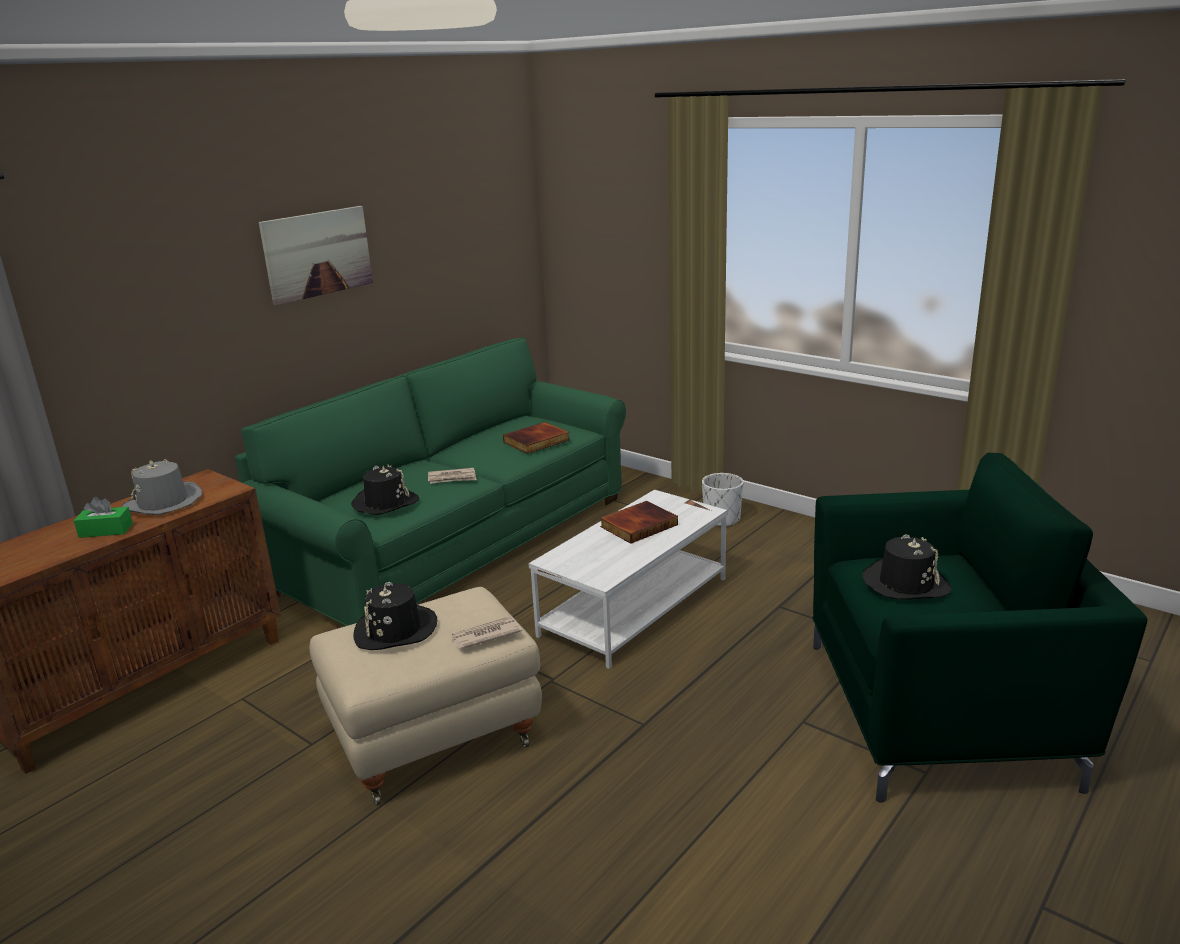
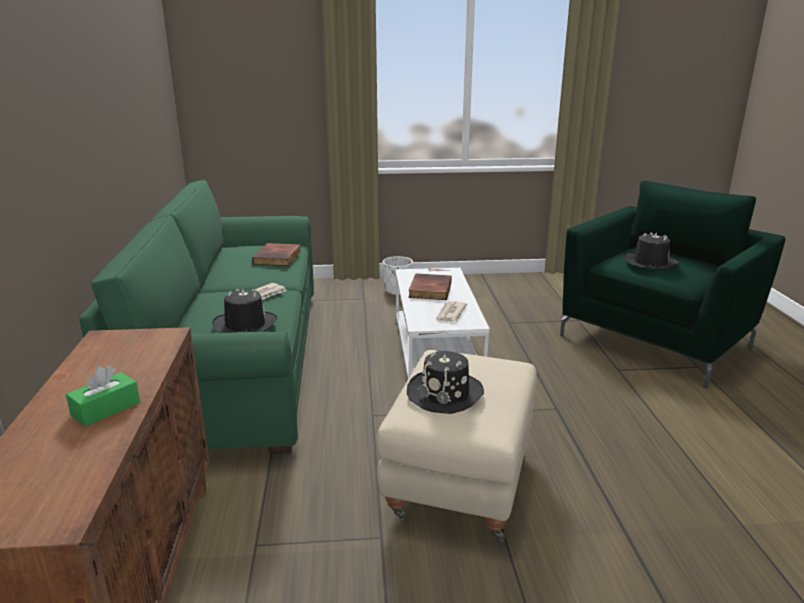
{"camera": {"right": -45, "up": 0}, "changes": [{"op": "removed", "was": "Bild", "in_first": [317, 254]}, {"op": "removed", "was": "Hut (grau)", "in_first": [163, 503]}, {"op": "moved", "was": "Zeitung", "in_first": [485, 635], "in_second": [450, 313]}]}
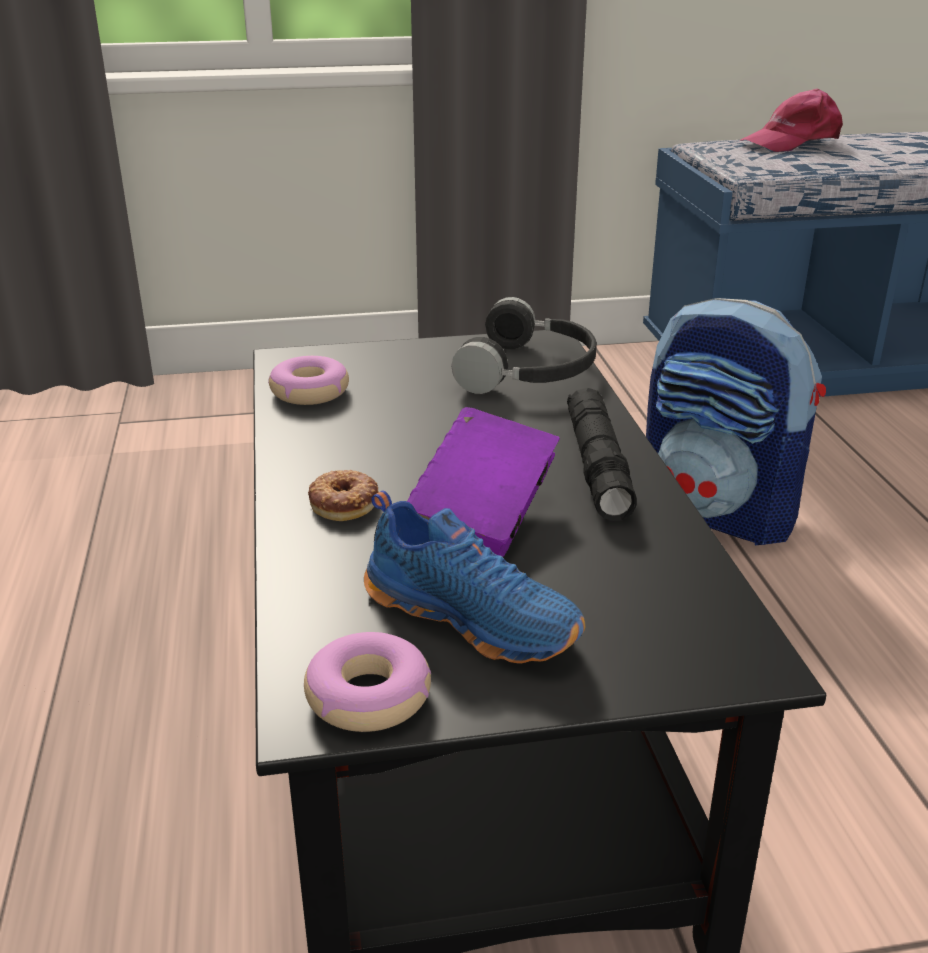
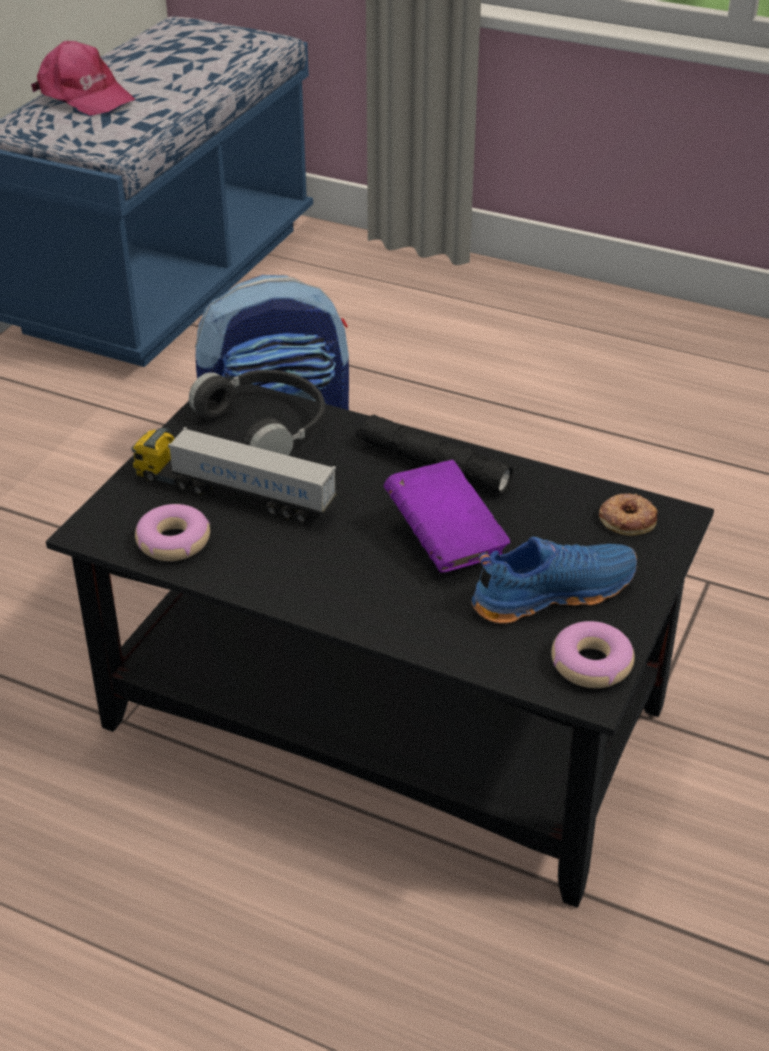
{"camera": {"right": -55, "up": 10}, "changes": [{"op": "turned", "was": "Kappe (rosa)", "in_first": [792, 142], "in_second": [84, 96], "clockwise": -60}, {"op": "moved", "was": "Donut", "in_first": [344, 502], "in_second": [627, 519]}, {"op": "added", "now": "Spielzeuglaster", "in_second": [233, 494]}]}
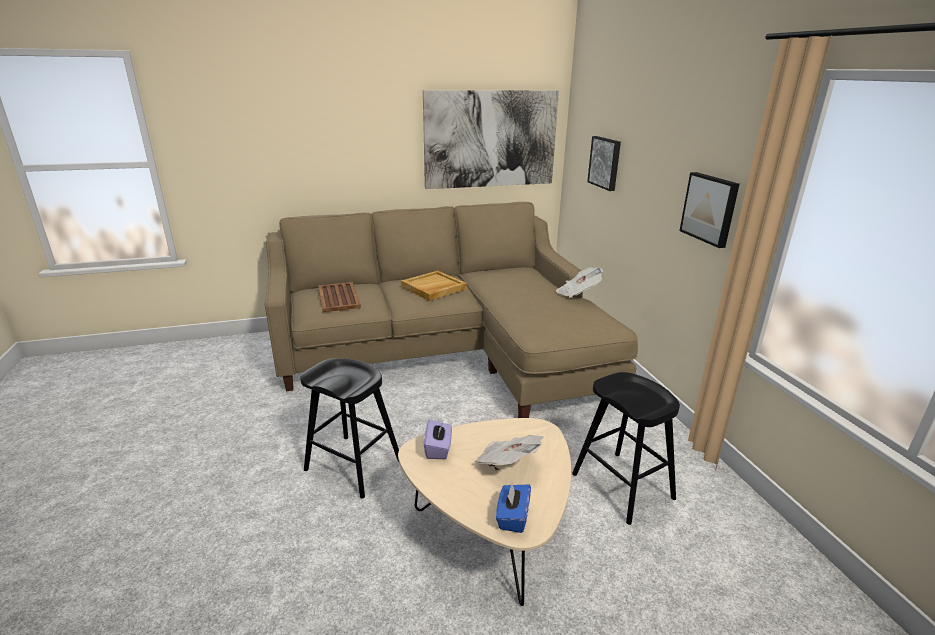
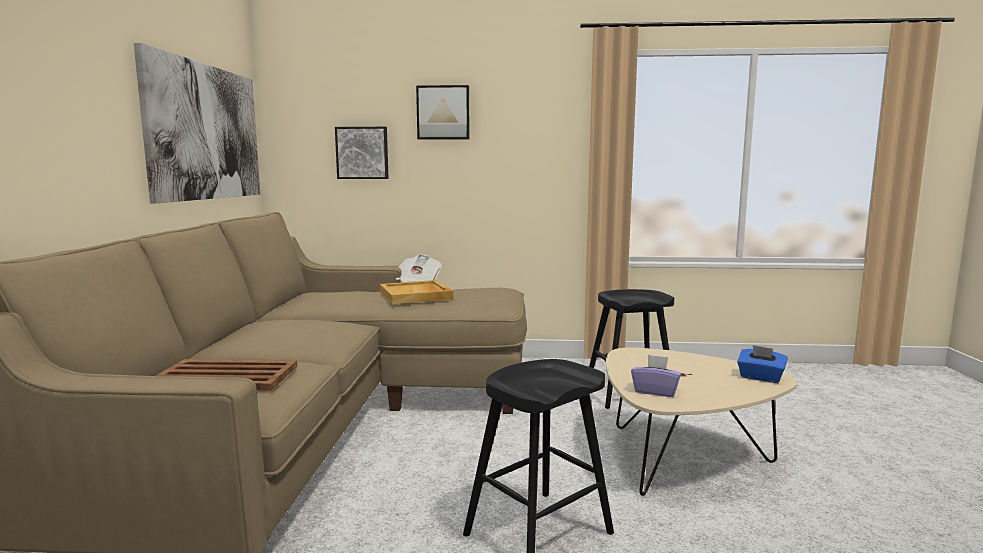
{"camera": {"right": -70, "up": -15}, "changes": [{"op": "moved", "was": "Bild", "in_first": [710, 208], "in_second": [443, 113]}, {"op": "moved", "was": "Tablett (beige)", "in_first": [433, 288], "in_second": [416, 295]}, {"op": "removed", "was": "Zeitung", "in_first": [507, 463]}]}
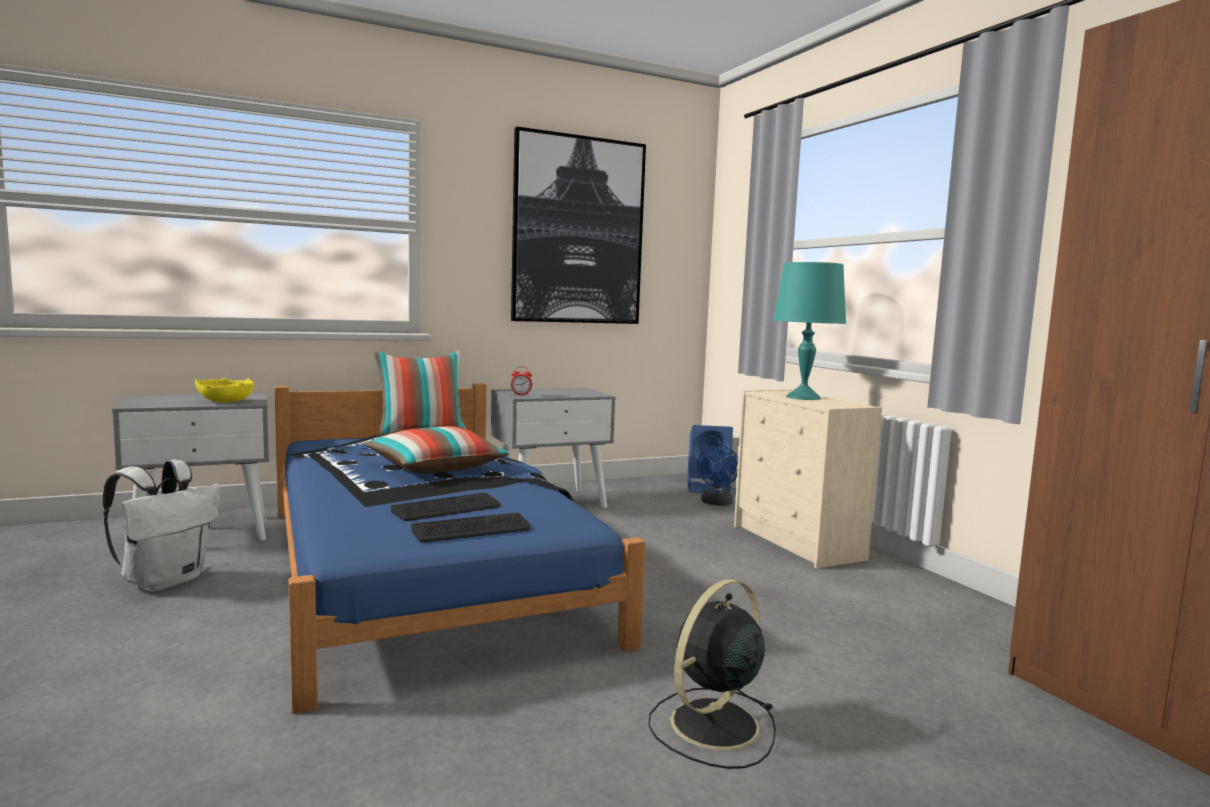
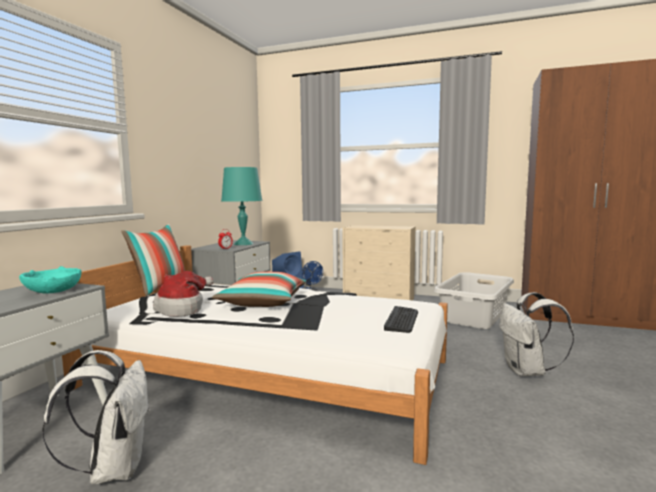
{"camera": {"right": -45, "up": 0}, "changes": [{"op": "removed", "was": "Bild", "in_first": [578, 231]}, {"op": "moved", "was": "Tischlampe (türkis)", "in_first": [803, 397], "in_second": [243, 243]}, {"op": "recoloured", "was": "Schüssel (gelb)", "now": "Schüssel (türkis)", "in_first": [226, 401], "in_second": [53, 291]}, {"op": "recoloured", "was": "Bett (blau)", "now": "Bett (weiß)", "in_first": [421, 567], "in_second": [268, 373]}, {"op": "removed", "was": "Tastatur", "in_first": [447, 509]}, {"op": "replaced", "was": "Ventilator (schwarz)", "now": "Rucksack (weiß)", "in_first": [712, 726], "in_second": [527, 371]}, {"op": "added", "now": "Hut", "in_second": [183, 308]}, {"op": "added", "now": "Wäschekorb (grau)", "in_second": [475, 316]}]}
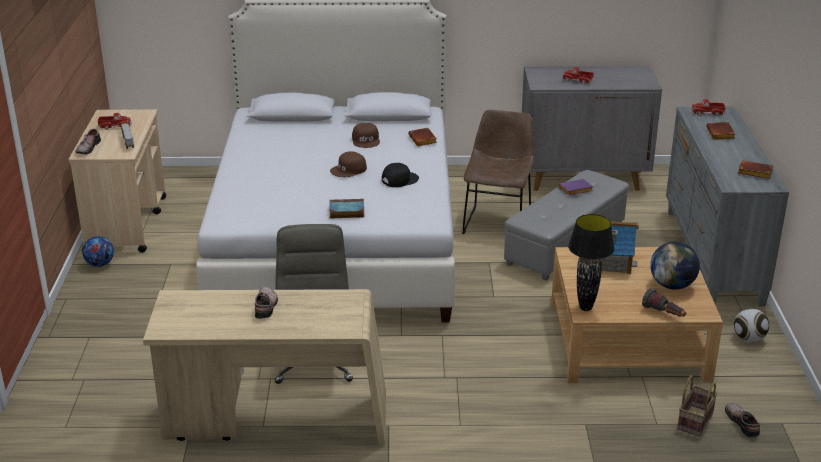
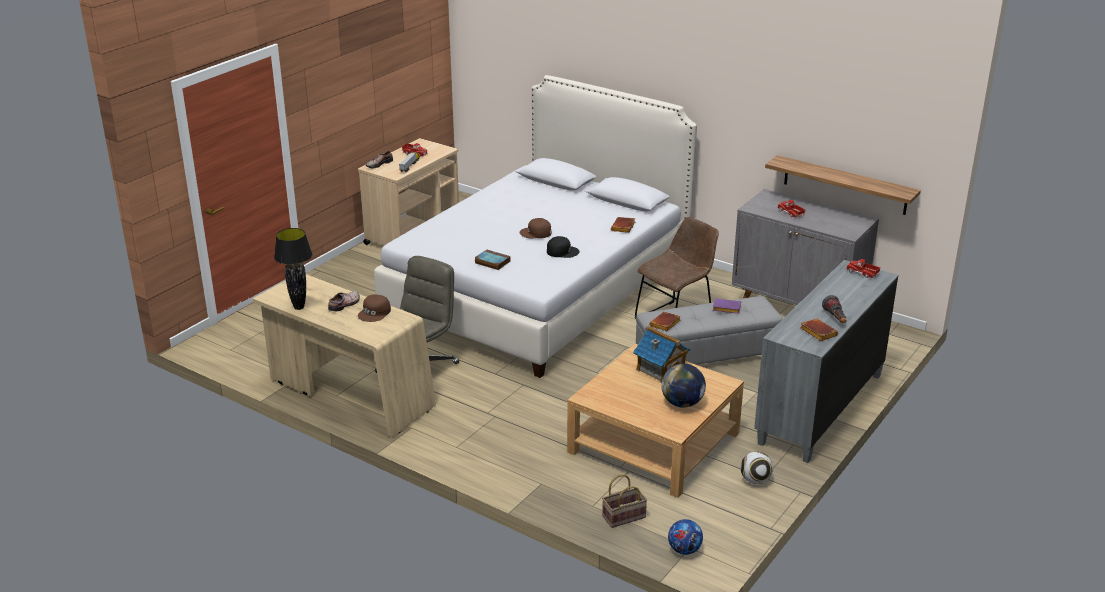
{"camera": {"right": 35, "up": 0}, "changes": [{"op": "moved", "was": "Buch (braun)", "in_first": [721, 134], "in_second": [665, 324]}, {"op": "moved", "was": "Kappe (braun)", "in_first": [366, 140], "in_second": [375, 313]}, {"op": "moved", "was": "Tischlampe (schwarz)", "in_first": [585, 308], "in_second": [299, 307]}, {"op": "moved", "was": "Fußball", "in_first": [100, 264], "in_second": [684, 550]}, {"op": "moved", "was": "Taschenlampe", "in_first": [664, 314], "in_second": [835, 319]}, {"op": "removed", "was": "Schuh", "in_first": [743, 423]}, {"op": "added", "now": "Wandregal", "in_second": [845, 185]}]}
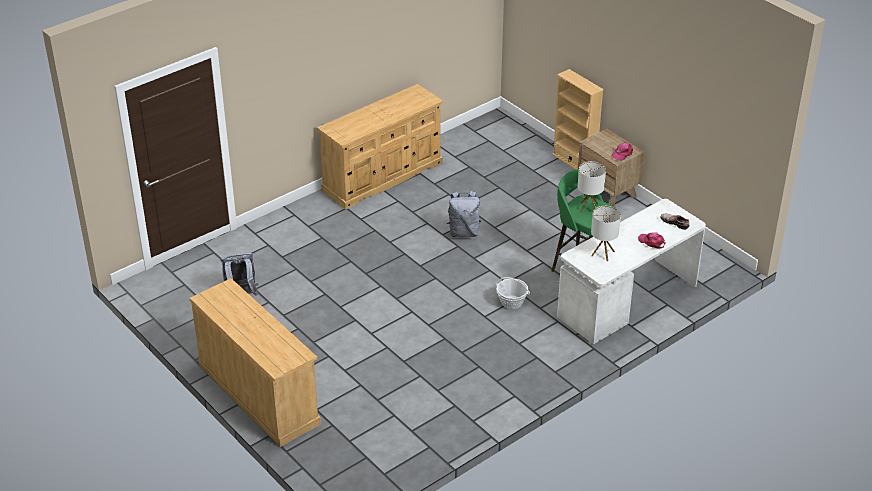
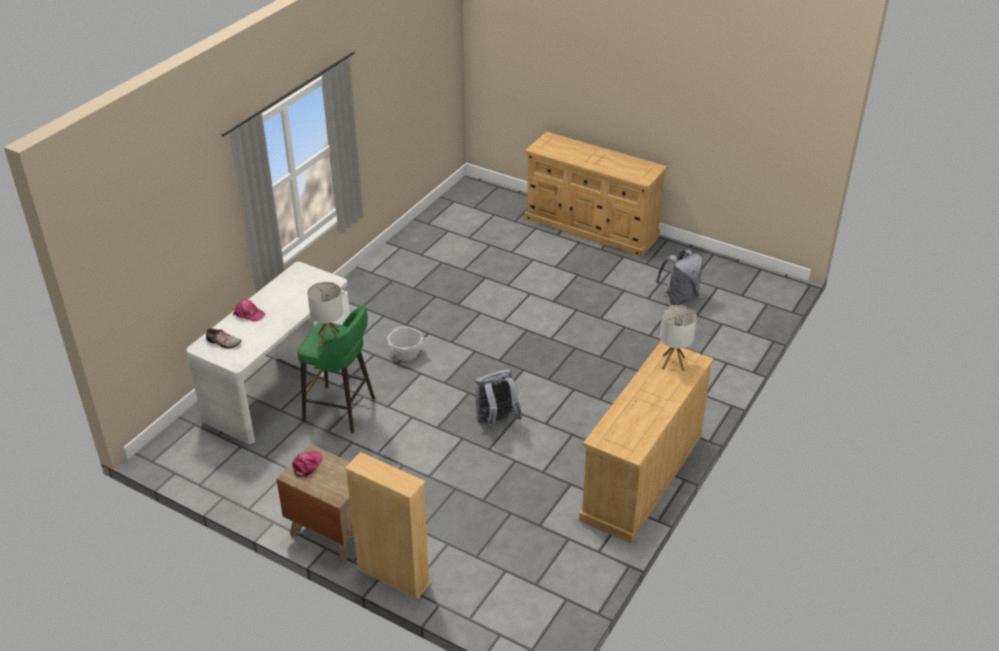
{"camera": {"right": 160, "up": 0}, "changes": [{"op": "moved", "was": "Tischlampe", "in_first": [602, 253], "in_second": [673, 363]}]}
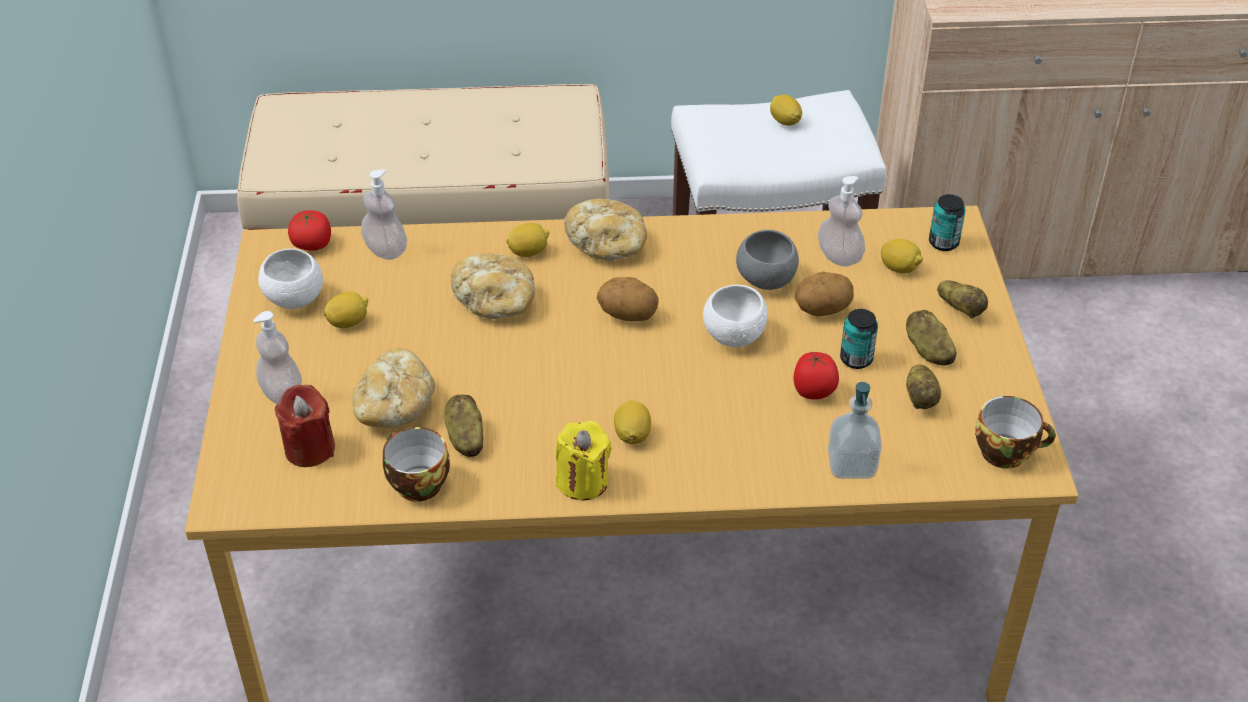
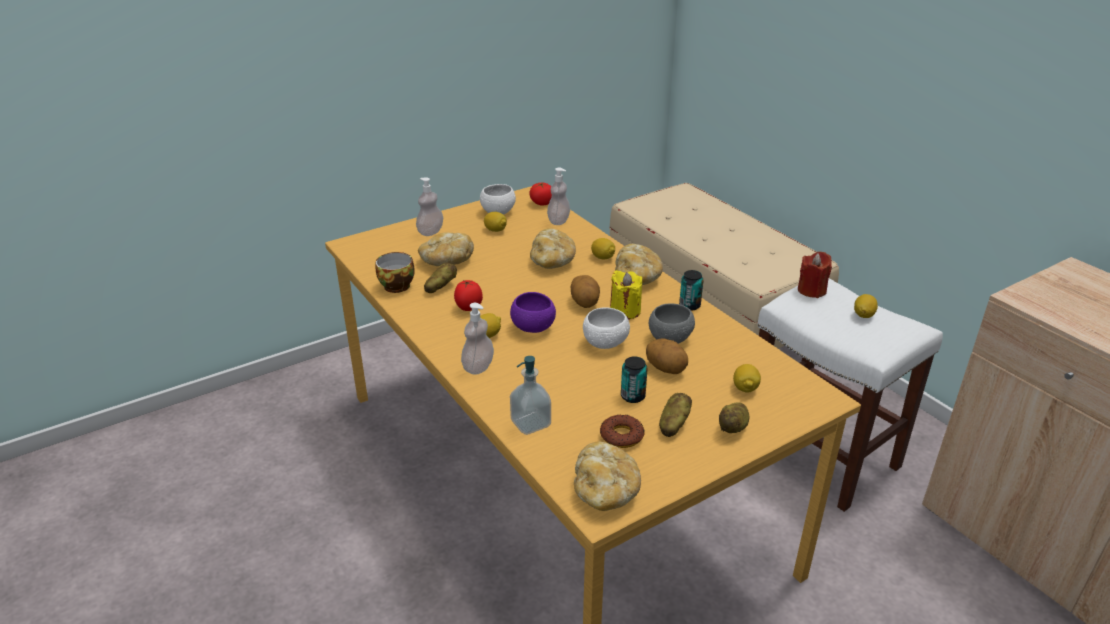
{"camera": {"right": 60, "up": -10}, "changes": [{"op": "moved", "was": "Seifenspender", "in_first": [839, 257], "in_second": [478, 367]}, {"op": "moved", "was": "Dose", "in_first": [943, 243], "in_second": [689, 305]}, {"op": "moved", "was": "Tomate", "in_first": [814, 393], "in_second": [468, 308]}, {"op": "replaced", "was": "Kartoffel", "now": "Donut", "in_first": [921, 399], "in_second": [622, 435]}, {"op": "moved", "was": "Kerze (rot)", "in_first": [309, 449], "in_second": [811, 290]}, {"op": "replaced", "was": "Tasse", "now": "Brot", "in_first": [1007, 451], "in_second": [605, 491]}, {"op": "moved", "was": "Kerze (gelb)", "in_first": [583, 482], "in_second": [625, 311]}, {"op": "added", "now": "Schüssel (lila)", "in_second": [533, 328]}]}
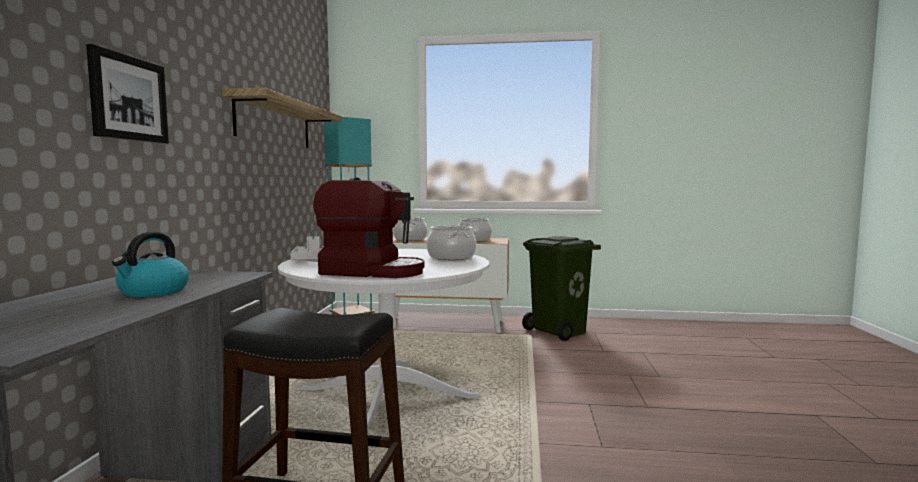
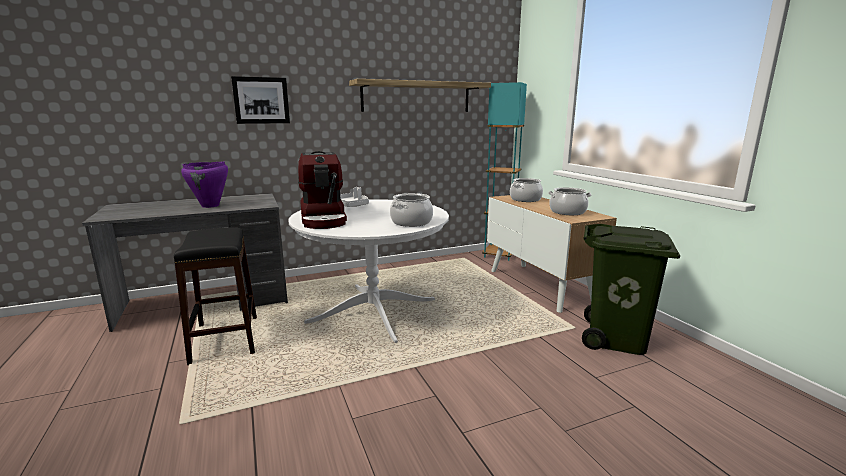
{"camera": {"right": 60, "up": 10}, "changes": [{"op": "replaced", "was": "Wasserkessel", "now": "Kochtopf (lila)", "in_first": [153, 292], "in_second": [210, 206]}]}
